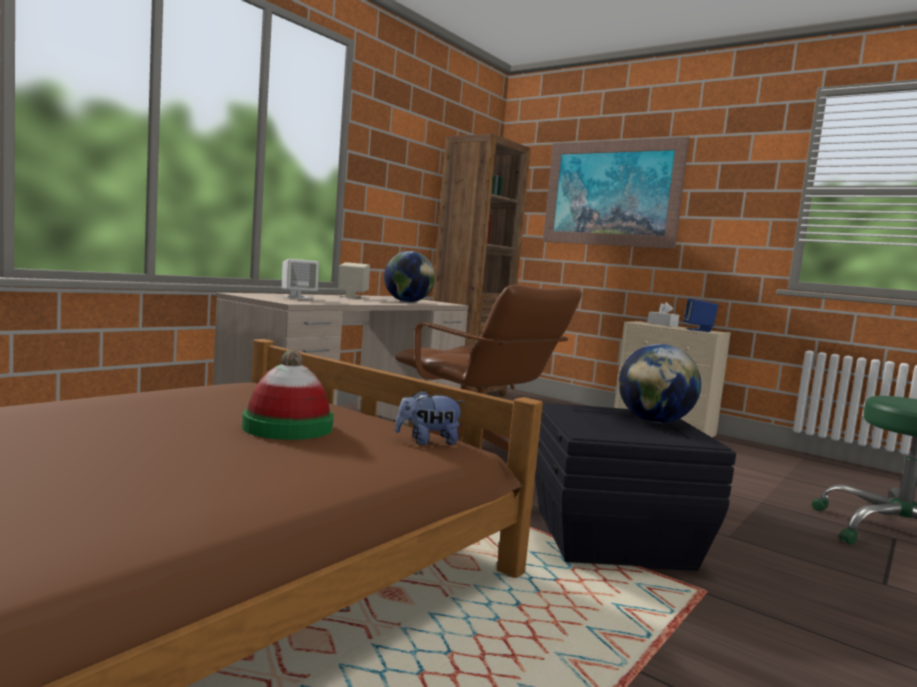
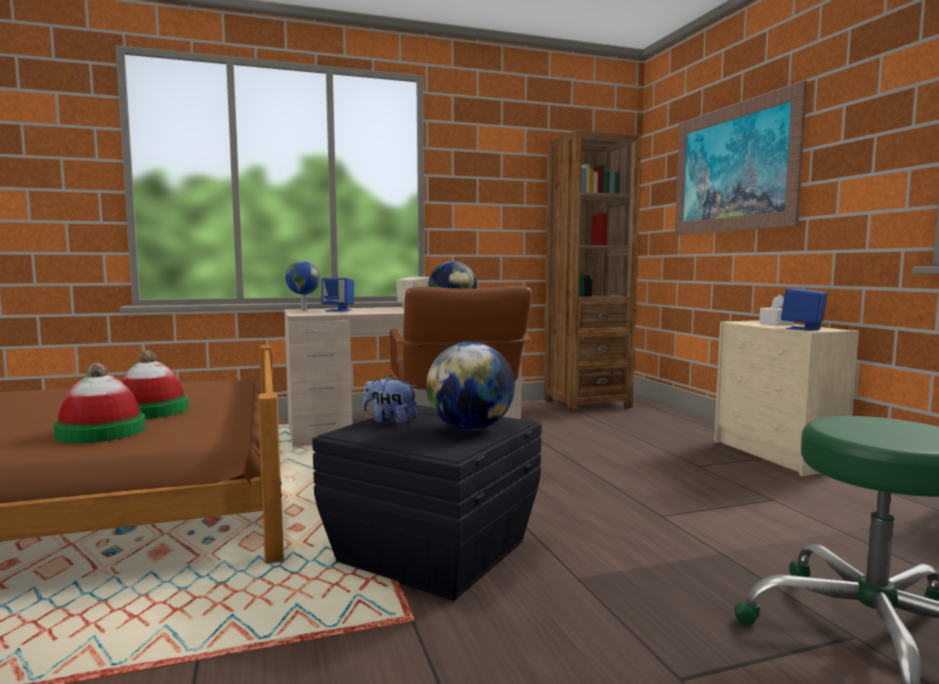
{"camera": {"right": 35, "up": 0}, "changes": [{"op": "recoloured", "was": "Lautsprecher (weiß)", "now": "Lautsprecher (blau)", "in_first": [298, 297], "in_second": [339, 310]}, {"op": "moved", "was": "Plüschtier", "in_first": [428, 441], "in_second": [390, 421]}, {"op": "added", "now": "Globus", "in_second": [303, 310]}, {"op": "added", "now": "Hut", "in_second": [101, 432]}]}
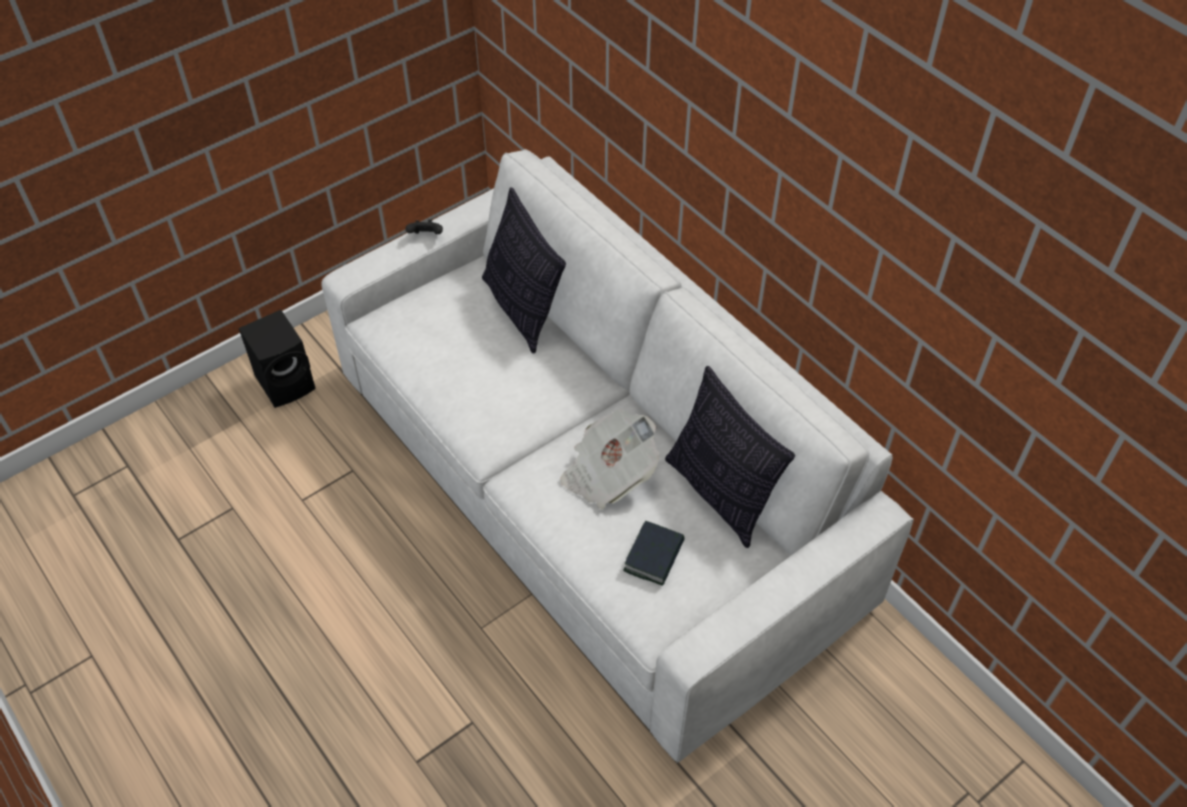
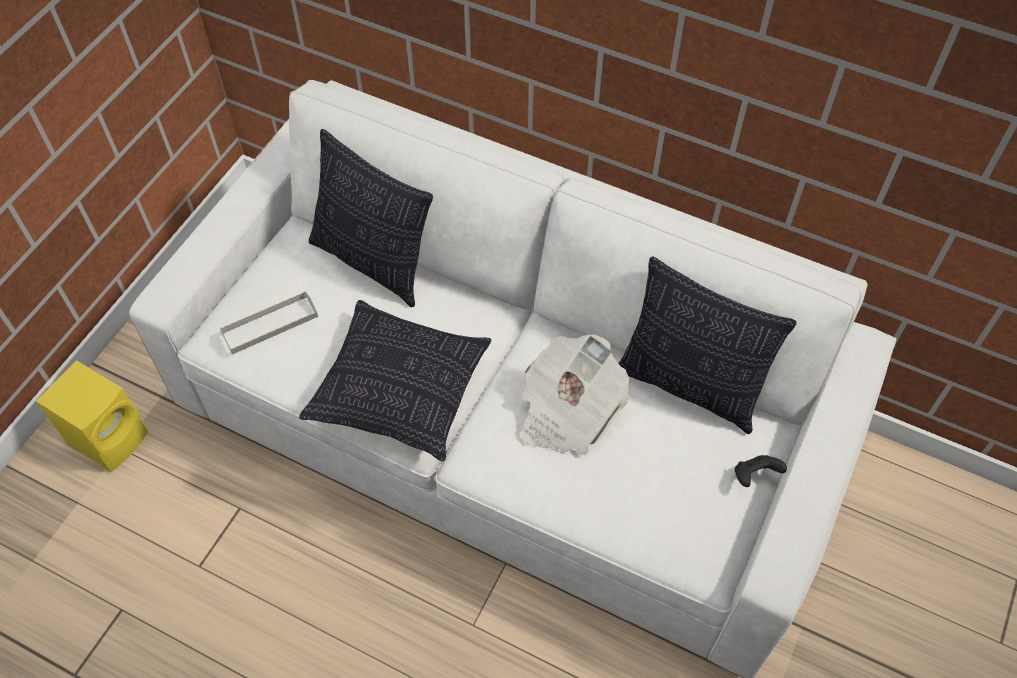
{"camera": {"right": -25, "up": 5}, "changes": [{"op": "moved", "was": "Gamepad (schwarz)", "in_first": [426, 236], "in_second": [754, 476]}, {"op": "recoloured", "was": "Lautsprecher (schwarz)", "now": "Lautsprecher (gelb)", "in_first": [287, 382], "in_second": [111, 437]}, {"op": "removed", "was": "Buch", "in_first": [654, 556]}, {"op": "added", "now": "Tablett (grau)", "in_second": [270, 324]}, {"op": "added", "now": "Kissen", "in_second": [401, 391]}]}
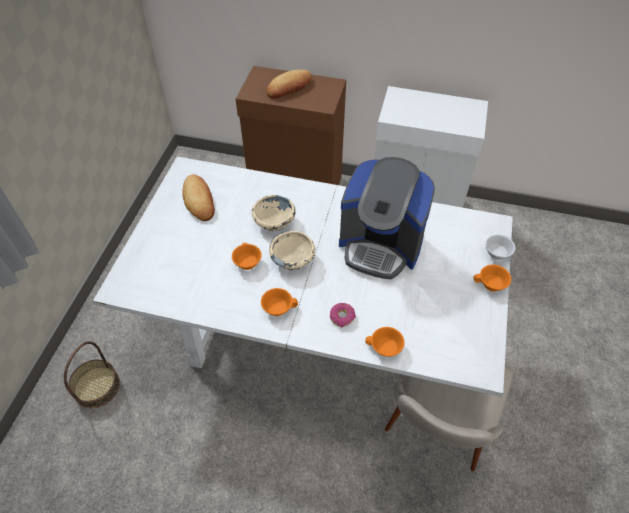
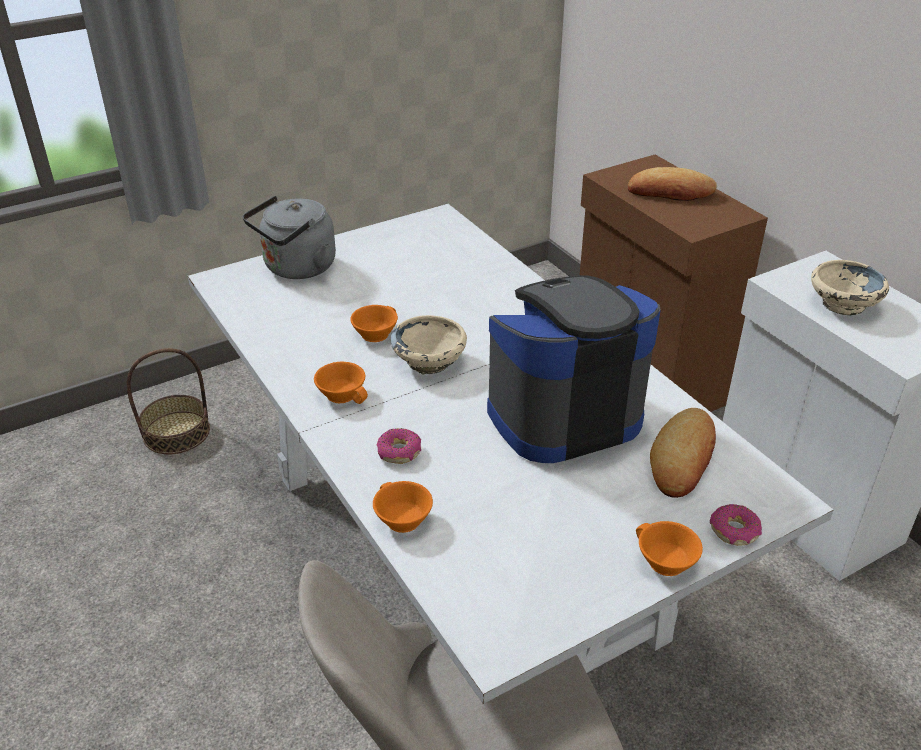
{"camera": {"right": 45, "up": -15}, "changes": [{"op": "turned", "was": "Kaffeemaschine", "in_first": [380, 245], "in_second": [562, 415], "clockwise": 90}, {"op": "moved", "was": "Brot", "in_first": [199, 200], "in_second": [683, 458]}, {"op": "moved", "was": "Schüssel (beige)", "in_first": [274, 222], "in_second": [842, 304]}, {"op": "replaced", "was": "Tasse (weiß)", "now": "Donut", "in_first": [496, 252], "in_second": [734, 531]}, {"op": "added", "now": "Wasserkessel (grau)", "in_second": [296, 268]}]}
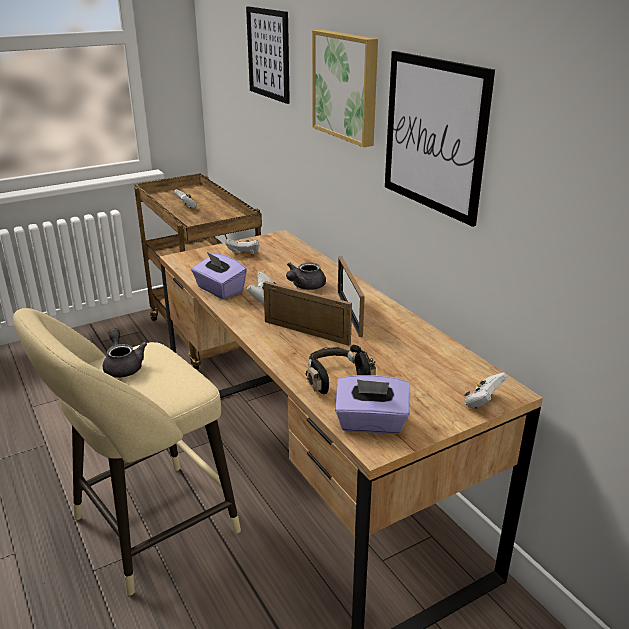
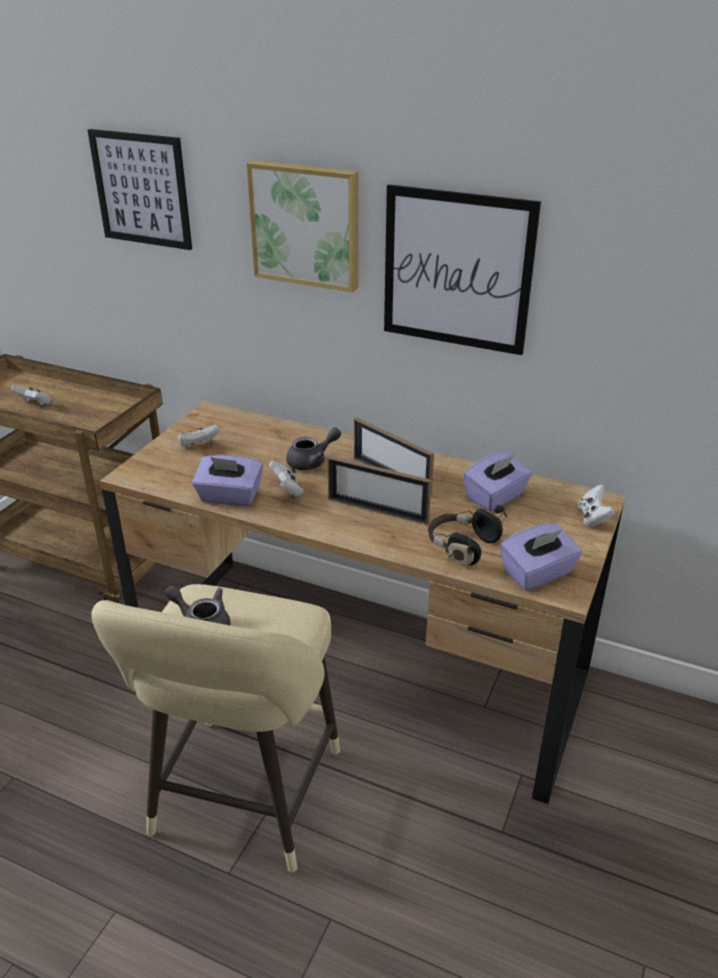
{"camera": {"right": -35, "up": 5}, "changes": [{"op": "turned", "was": "Teekanne (grau)", "in_first": [305, 286], "in_second": [312, 462], "clockwise": -120}, {"op": "turned", "was": "Bilderrahmen", "in_first": [306, 332], "in_second": [377, 510], "clockwise": -150}, {"op": "added", "now": "Taschentuchbox (lila)", "in_second": [496, 497]}]}
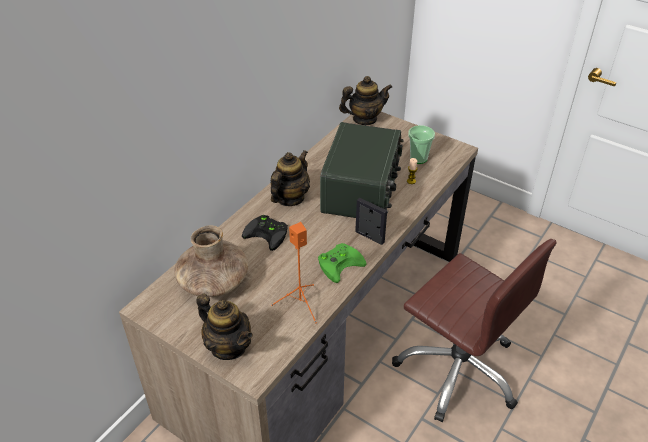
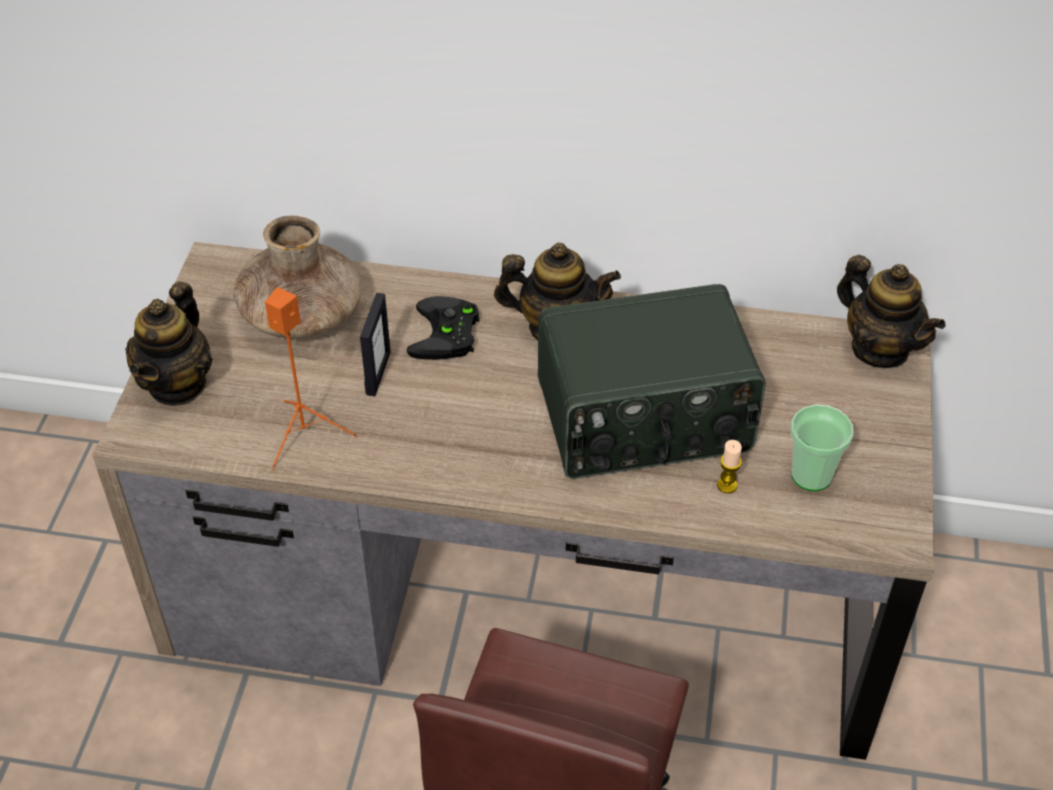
{"camera": {"right": 65, "up": 5}, "changes": [{"op": "moved", "was": "Bilderrahmen", "in_first": [369, 237], "in_second": [378, 373]}, {"op": "removed", "was": "Gamepad (grün)", "in_first": [340, 263]}]}
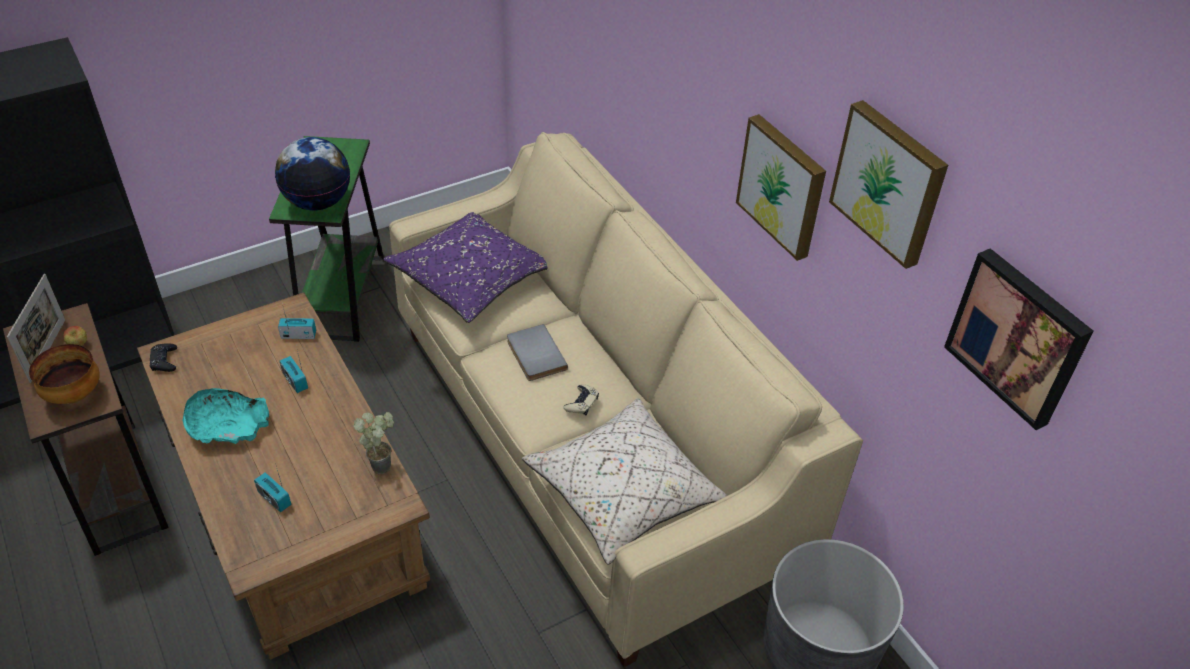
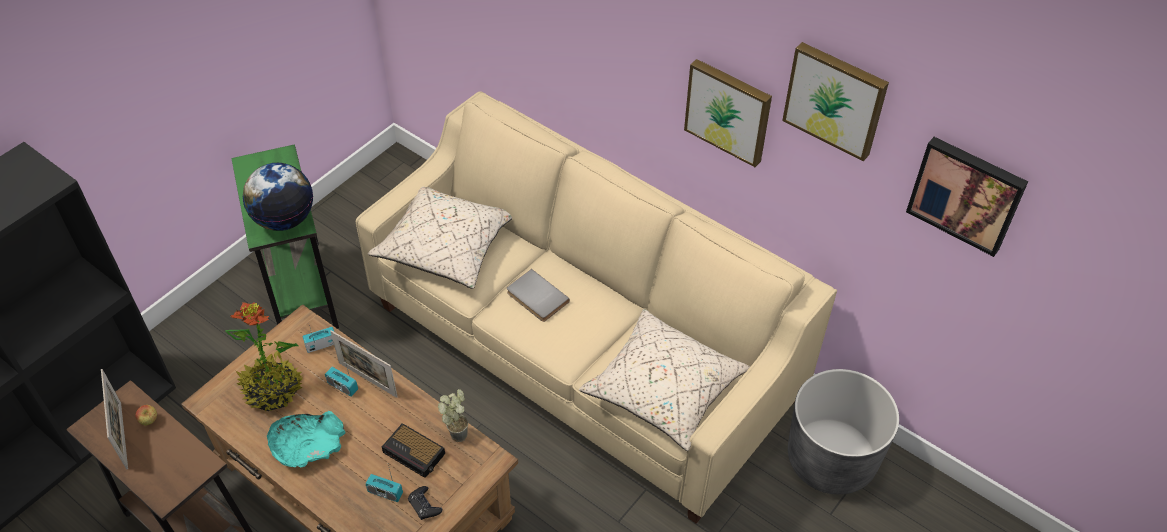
{"camera": {"right": -20, "up": 5}, "changes": [{"op": "recoloured", "was": "Kissen (lila)", "now": "Kissen (beige)", "in_first": [471, 278], "in_second": [446, 246]}, {"op": "moved", "was": "Gamepad (schwarz)", "in_first": [164, 361], "in_second": [424, 505]}, {"op": "removed", "was": "Schüssel", "in_first": [73, 395]}, {"op": "removed", "was": "Gamepad (beige)", "in_first": [581, 403]}, {"op": "added", "now": "Topfpflanze", "in_second": [273, 390]}, {"op": "added", "now": "Bilderrahmen", "in_second": [368, 380]}, {"op": "added", "now": "Wecker", "in_second": [415, 453]}]}
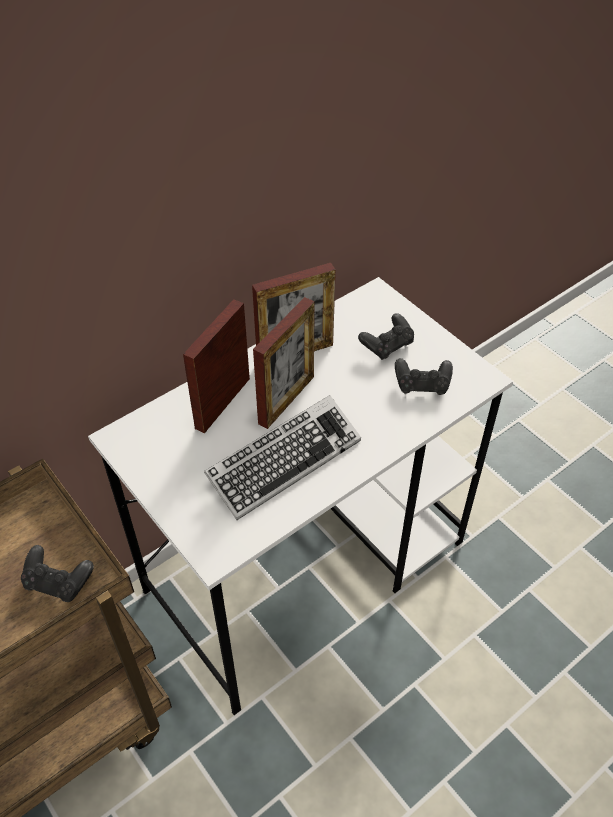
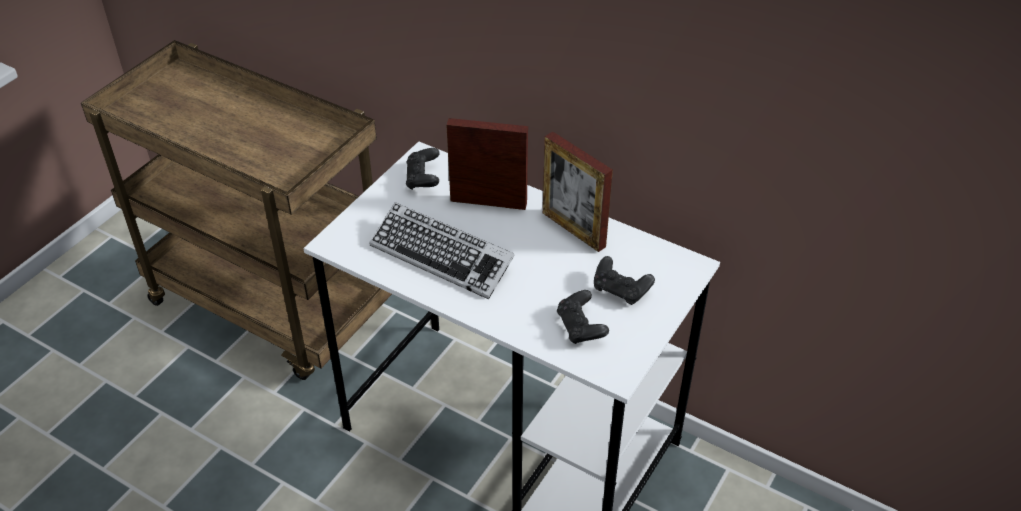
{"camera": {"right": 70, "up": -5}, "changes": [{"op": "removed", "was": "Bilderrahmen", "in_first": [286, 400]}, {"op": "moved", "was": "Gamepad (schwarz)", "in_first": [59, 582], "in_second": [423, 179]}]}
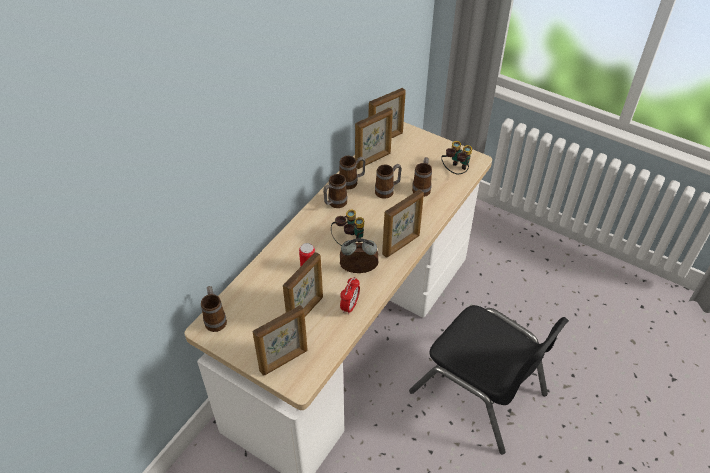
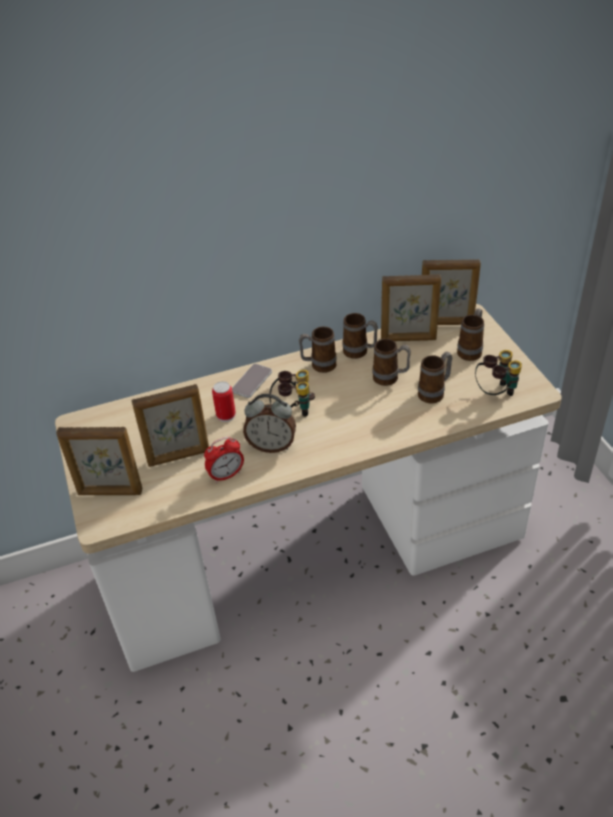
{"camera": {"right": 40, "up": -5}, "changes": [{"op": "removed", "was": "Bilderrahmen", "in_first": [401, 245]}, {"op": "turned", "was": "Wecker", "in_first": [359, 271], "in_second": [272, 445], "clockwise": 150}, {"op": "moved", "was": "Henkelbecher", "in_first": [215, 319], "in_second": [471, 350]}, {"op": "removed", "was": "Stuhl (schwarz)", "in_first": [479, 393]}, {"op": "added", "now": "Handy", "in_second": [251, 381]}]}
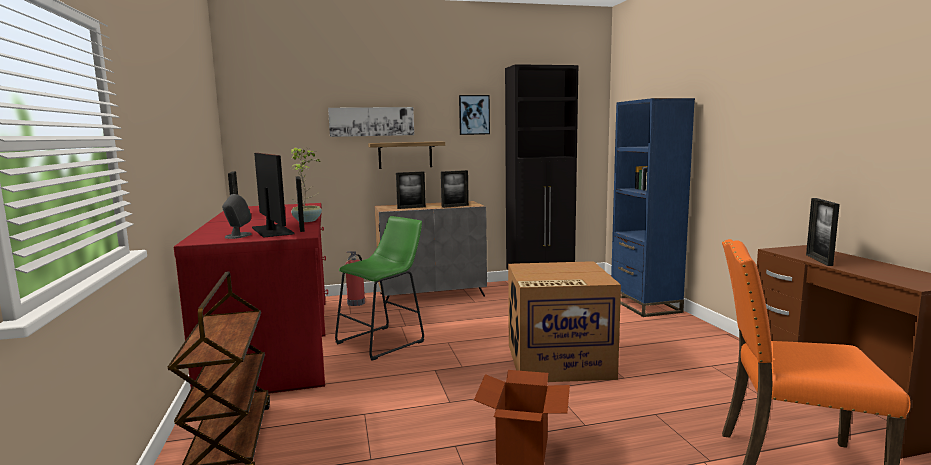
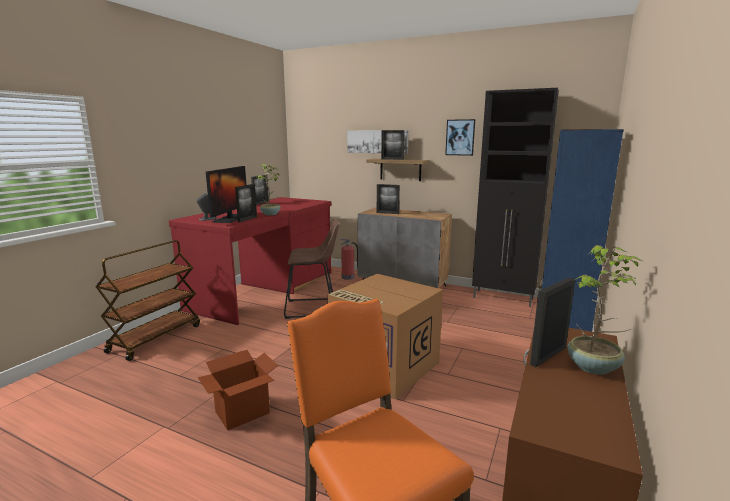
{"camera": {"right": 40, "up": 5}, "changes": [{"op": "moved", "was": "Bilderrahmen", "in_first": [455, 206], "in_second": [392, 159]}, {"op": "recoloured", "was": "Hocker (grün)", "now": "Hocker (braun)", "in_first": [384, 341], "in_second": [314, 308]}, {"op": "added", "now": "Topfpflanze", "in_second": [594, 367]}]}
